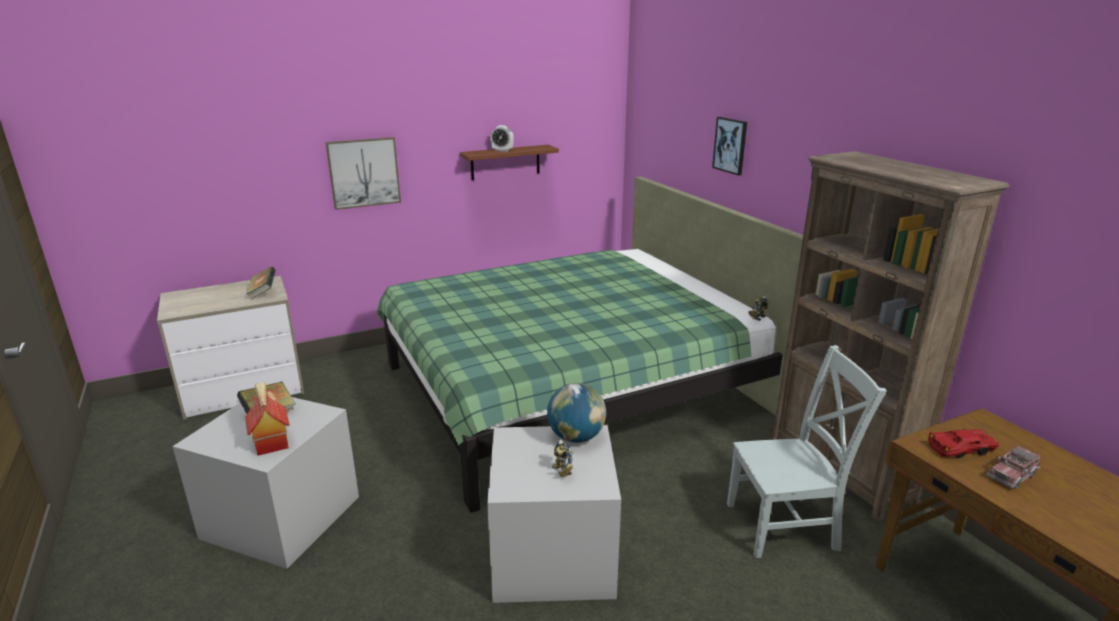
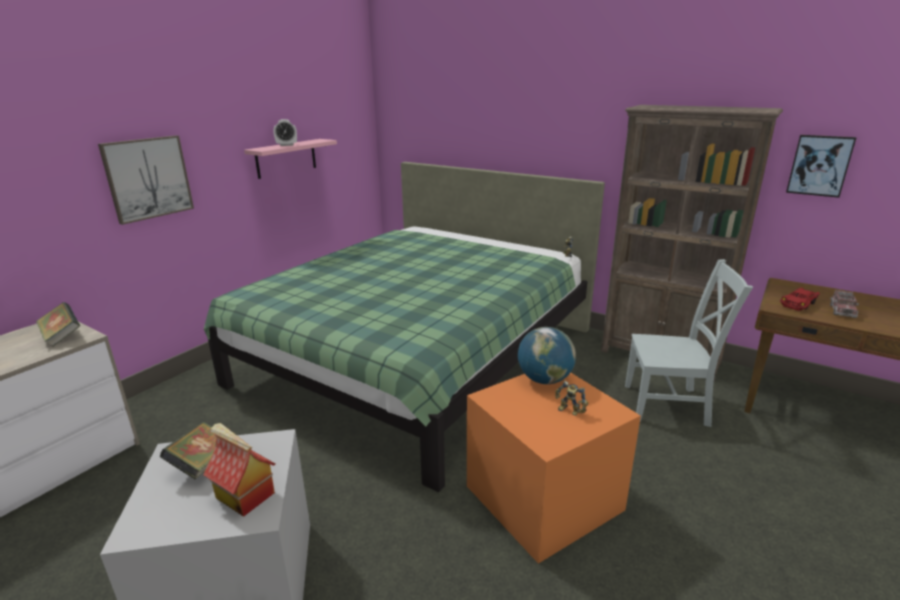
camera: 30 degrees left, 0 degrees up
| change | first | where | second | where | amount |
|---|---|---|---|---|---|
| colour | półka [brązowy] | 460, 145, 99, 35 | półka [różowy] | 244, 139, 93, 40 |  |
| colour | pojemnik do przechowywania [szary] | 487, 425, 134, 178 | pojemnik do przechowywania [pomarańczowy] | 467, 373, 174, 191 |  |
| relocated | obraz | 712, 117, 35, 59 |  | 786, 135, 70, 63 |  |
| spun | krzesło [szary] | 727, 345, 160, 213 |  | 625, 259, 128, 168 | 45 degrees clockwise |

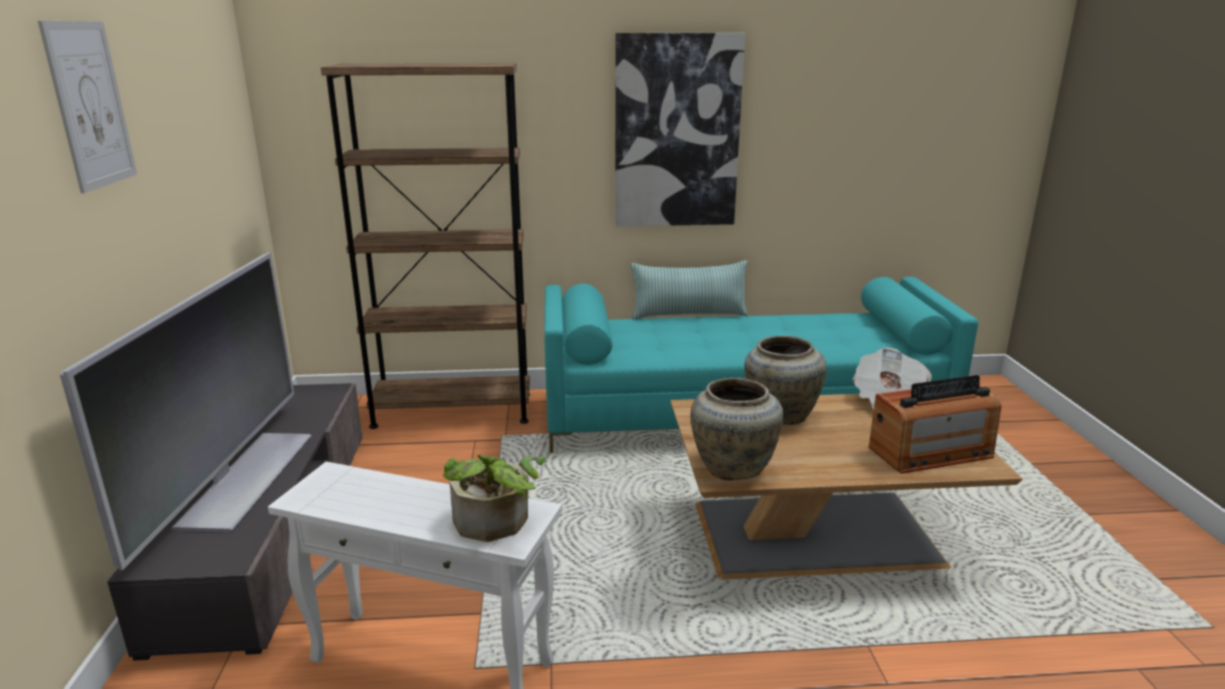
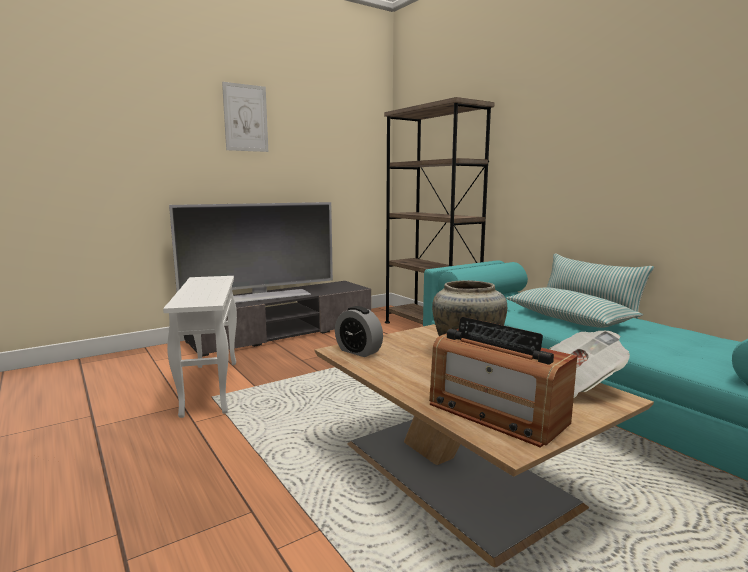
camera: 60 degrees right, 10 degrees down
| change | first | where | second | where | amount |
|---|---|---|---|---|---|
| missing | roślina doniczkowa | 443, 454, 104, 88 |  |  |  |
| missing | obraz | 615, 33, 130, 193 |  |  |  |
| exchanged | wazon [beżowy] | 690, 378, 93, 102 | budzik | 335, 306, 48, 51 |  |
| appeared |  |  | poduszka | 506, 287, 137, 41 |  |

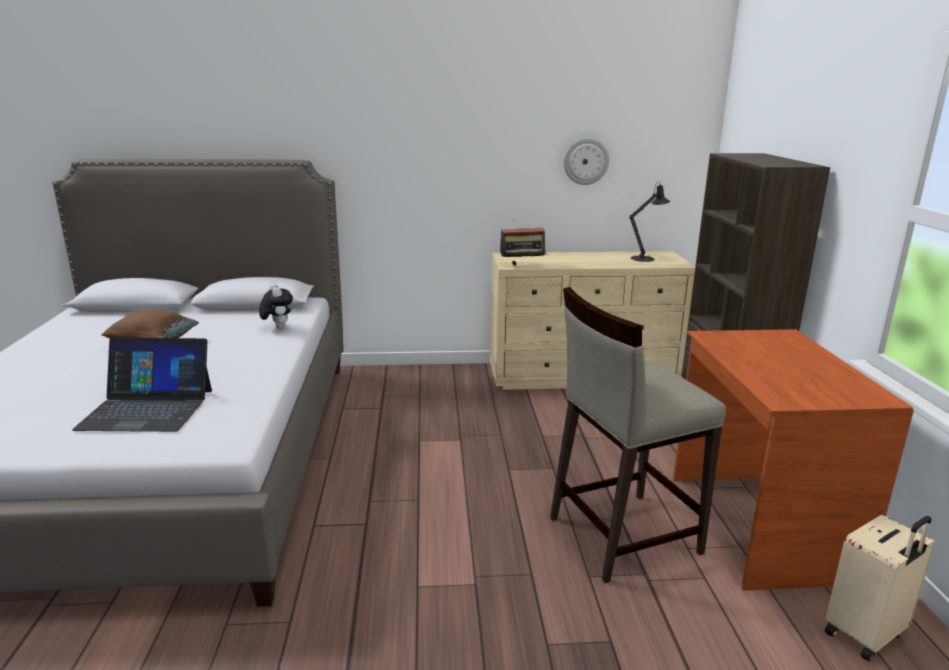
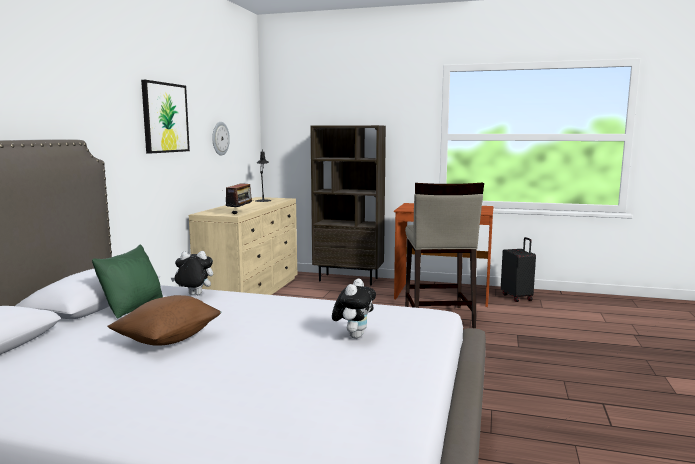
camera: 70 degrees left, 10 degrees down
| change | first | where | second | where | amount |
|---|---|---|---|---|---|
| exchanged | laptop | 72, 338, 140, 94 | pluszak | 332, 279, 44, 59 |  |
| colour | walizka [beżowy] | 825, 515, 110, 146 | walizka [czarny] | 501, 237, 35, 65 |  |
| appeared |  |  | poduszka [zielony] | 92, 244, 71, 74 |  |
| appeared |  |  | obraz | 141, 80, 49, 73 |  |

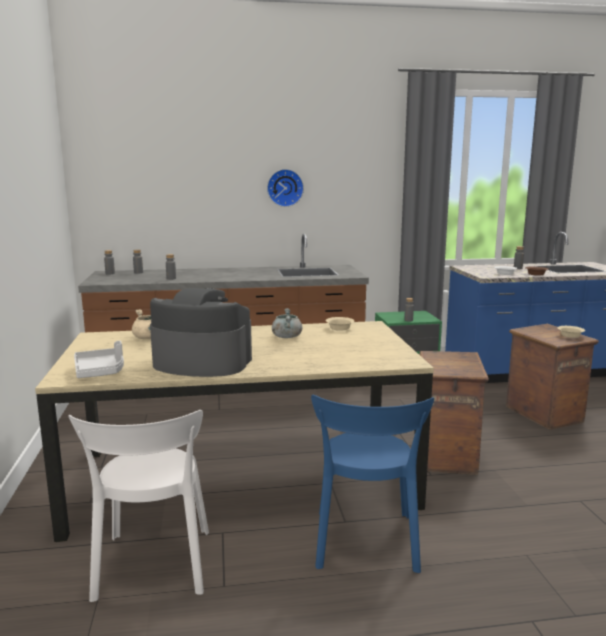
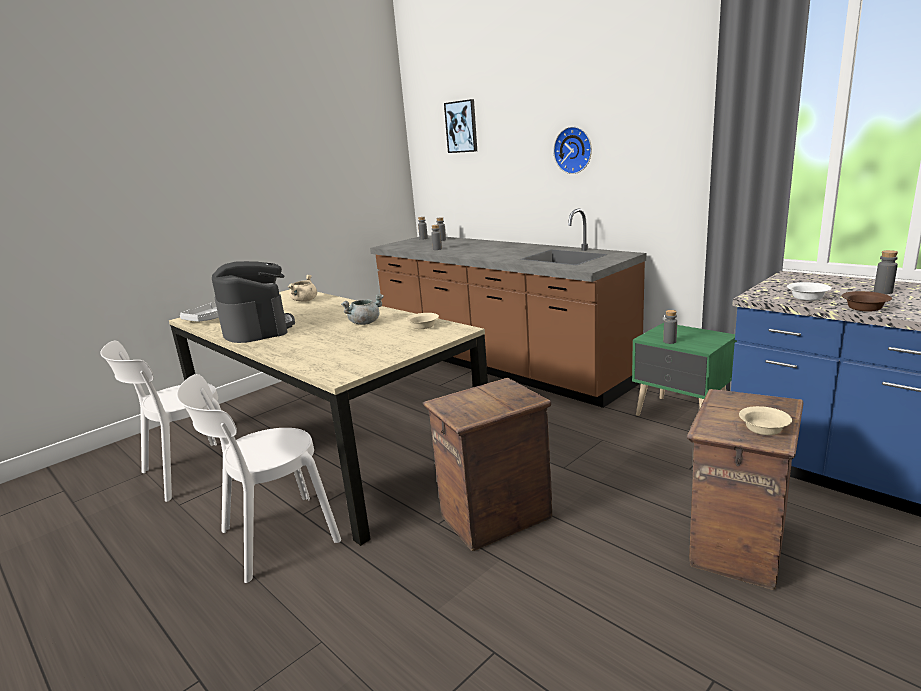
camera: 55 degrees right, 5 degrees up
| change | first | where | second | where | amount |
|---|---|---|---|---|---|
| colour | krzesło [niebieski] | 311, 395, 123, 178 | krzesło [biały] | 177, 374, 164, 209 |  |
| appeared |  |  | obraz | 444, 99, 33, 54 |  |

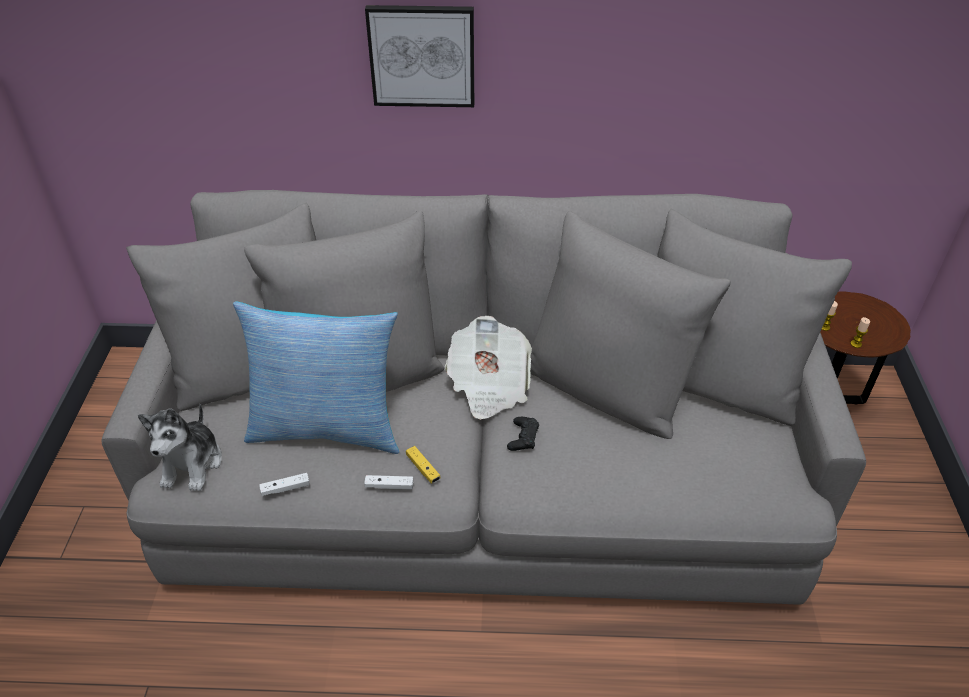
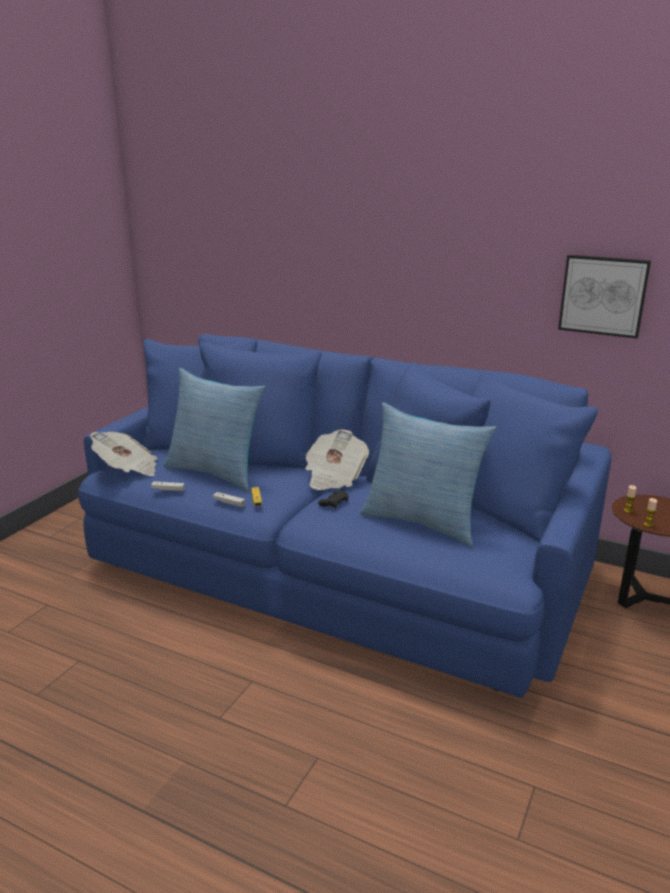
camera: 25 degrees right, 20 degrees down
| change | first | where | second | where | amount |
|---|---|---|---|---|---|
| colour | kanapa [szary] | 102, 190, 764, 415 | kanapa [niebieski] | 78, 334, 533, 364 |  |
| exchanged | pluszak | 138, 404, 84, 87 | gazeta | 90, 432, 67, 44 |  |
| relocated | obraz | 365, 5, 109, 102 |  | 558, 255, 93, 84 |  |
| appeared |  |  | poduszka | 360, 402, 137, 145 |  |

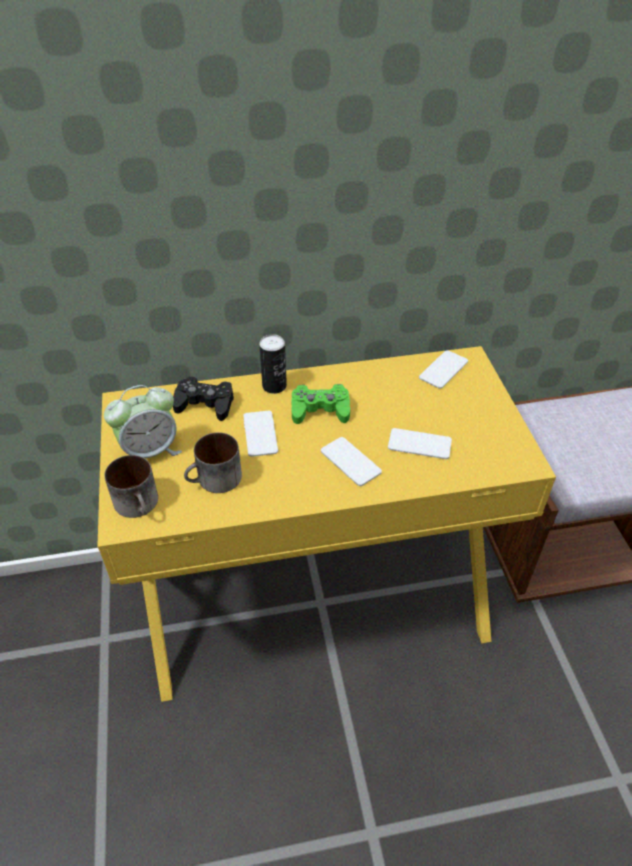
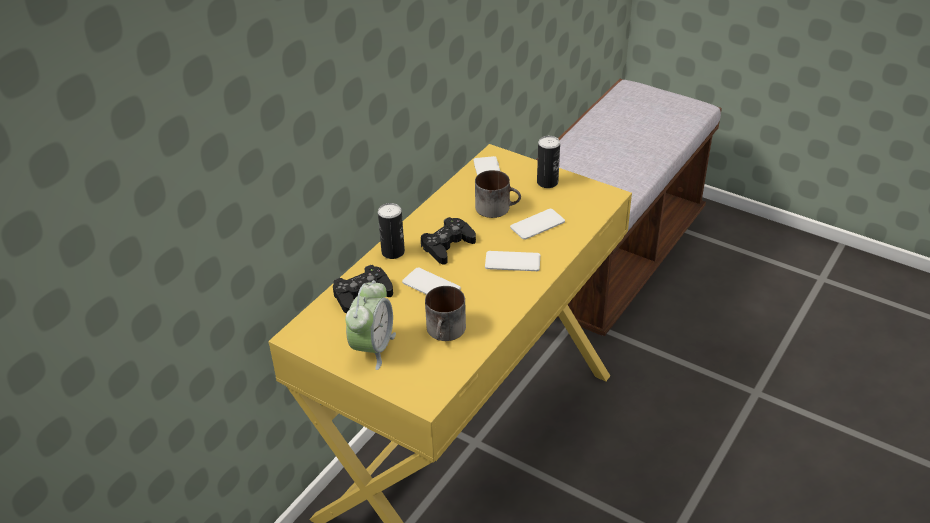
camera: 45 degrees left, 5 degrees down
| change | first | where | second | where | amount |
|---|---|---|---|---|---|
| relocated | kubek | 104, 455, 54, 63 |  | 475, 170, 46, 48 |  |
| colour | pad do gier [zielony] | 292, 384, 58, 40 | pad do gier [czarny] | 421, 217, 55, 48 |  |
| appeared |  |  | puszka | 537, 136, 23, 52 |  |

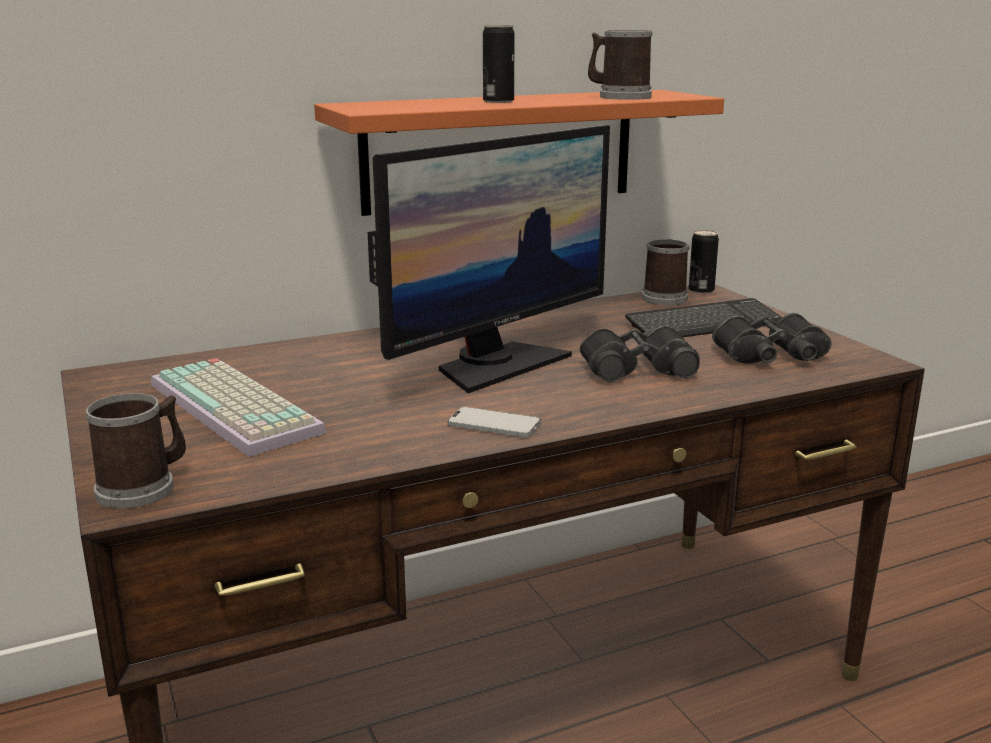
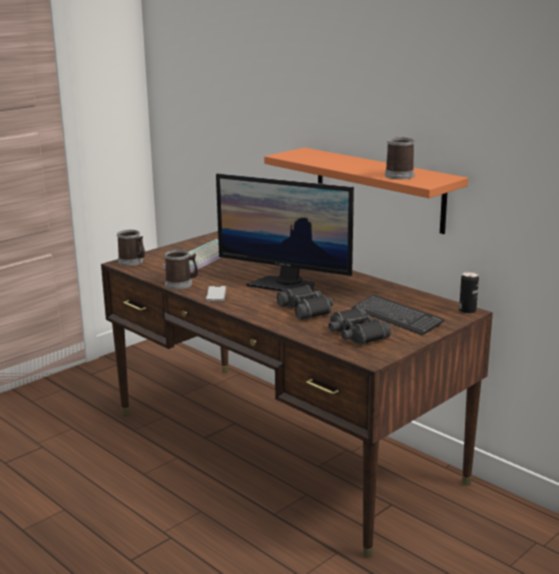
camera: 70 degrees right, 0 degrees up
| change | first | where | second | where | amount |
|---|---|---|---|---|---|
| missing | puszka | 483, 25, 32, 78 |  |  |  |
| relocated | kubek | 642, 239, 48, 66 |  | 164, 250, 34, 40 |  |

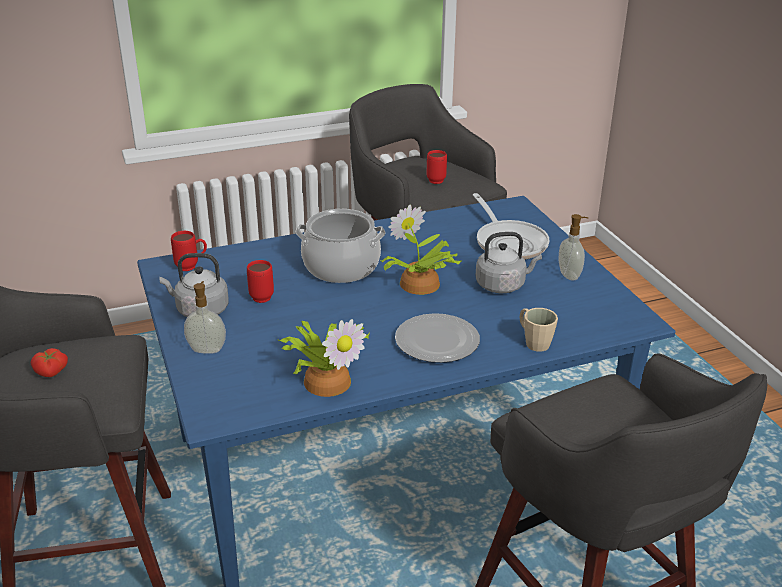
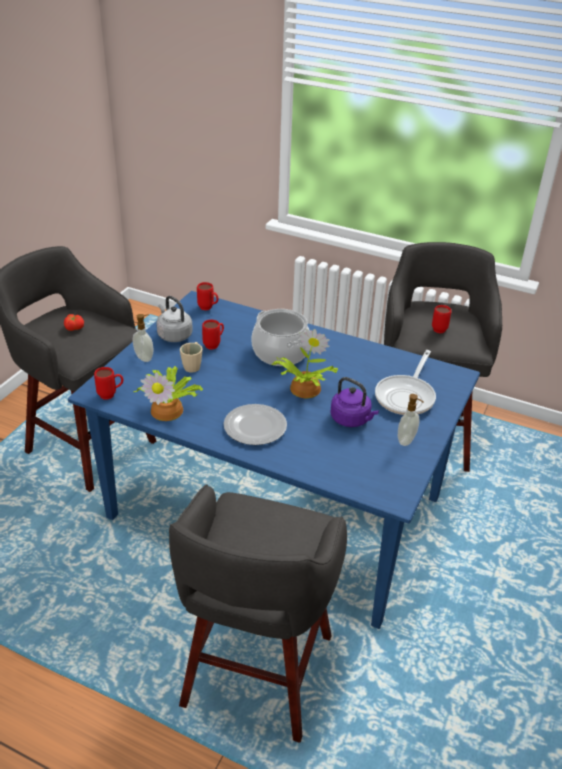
camera: 45 degrees right, 5 degrees up
| change | first | where | second | where | amount |
|---|---|---|---|---|---|
| colour | czajnik [szary] | 475, 232, 67, 61 | czajnik [fioletowy] | 330, 377, 49, 50 |  |
| relocated | kubek [beżowy] | 520, 308, 38, 44 |  | 180, 342, 23, 31 |  |
| appeared |  |  | kubek [czerwony] | 94, 367, 29, 33 |  |

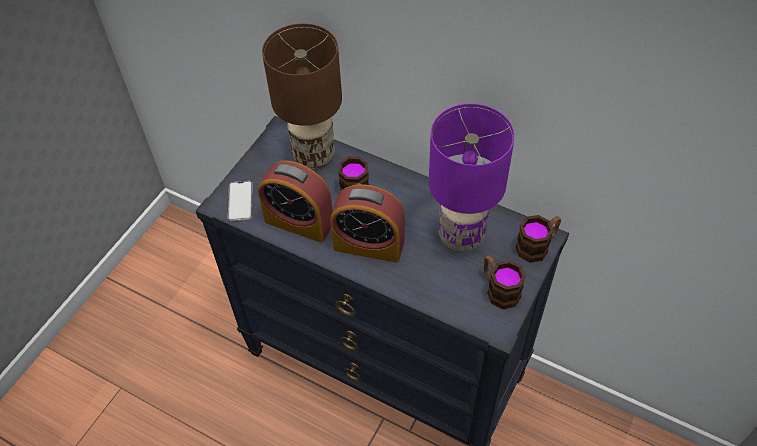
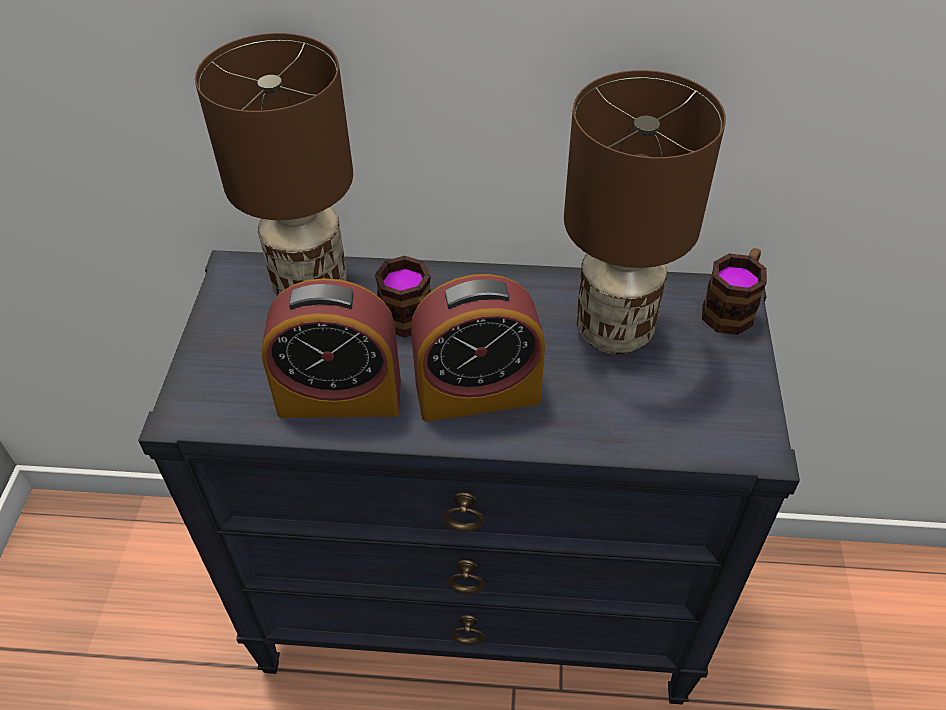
camera: 25 degrees left, 5 degrees down
| change | first | where | second | where | amount |
|---|---|---|---|---|---|
| missing | telefon | 228, 181, 25, 40 |  |  |  |
| colour | lampa stołowa [fioletowy] | 429, 103, 86, 148 | lampa stołowa [brązowy] | 564, 70, 162, 285 |  |
| missing | kubek | 484, 255, 42, 54 |  |  |  |

